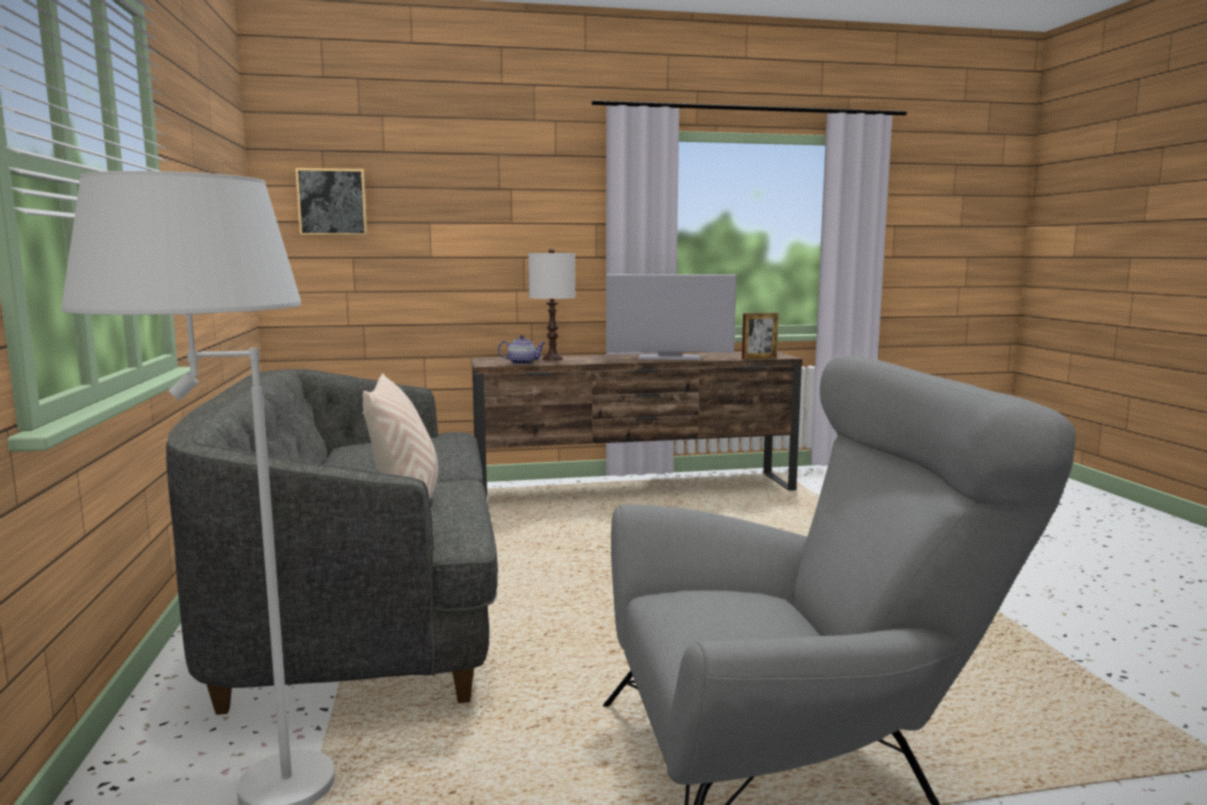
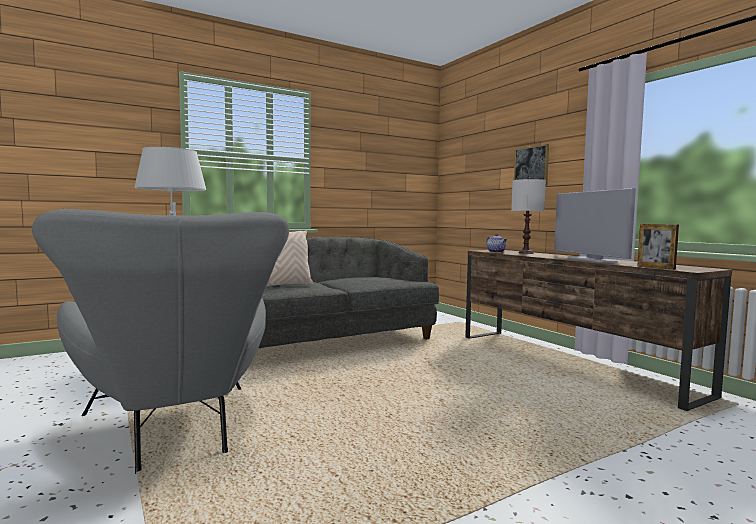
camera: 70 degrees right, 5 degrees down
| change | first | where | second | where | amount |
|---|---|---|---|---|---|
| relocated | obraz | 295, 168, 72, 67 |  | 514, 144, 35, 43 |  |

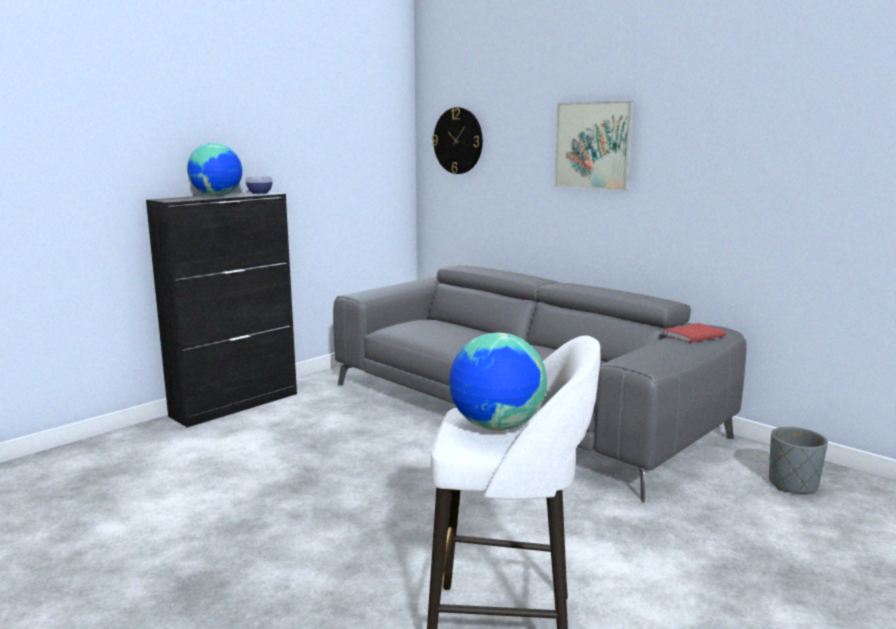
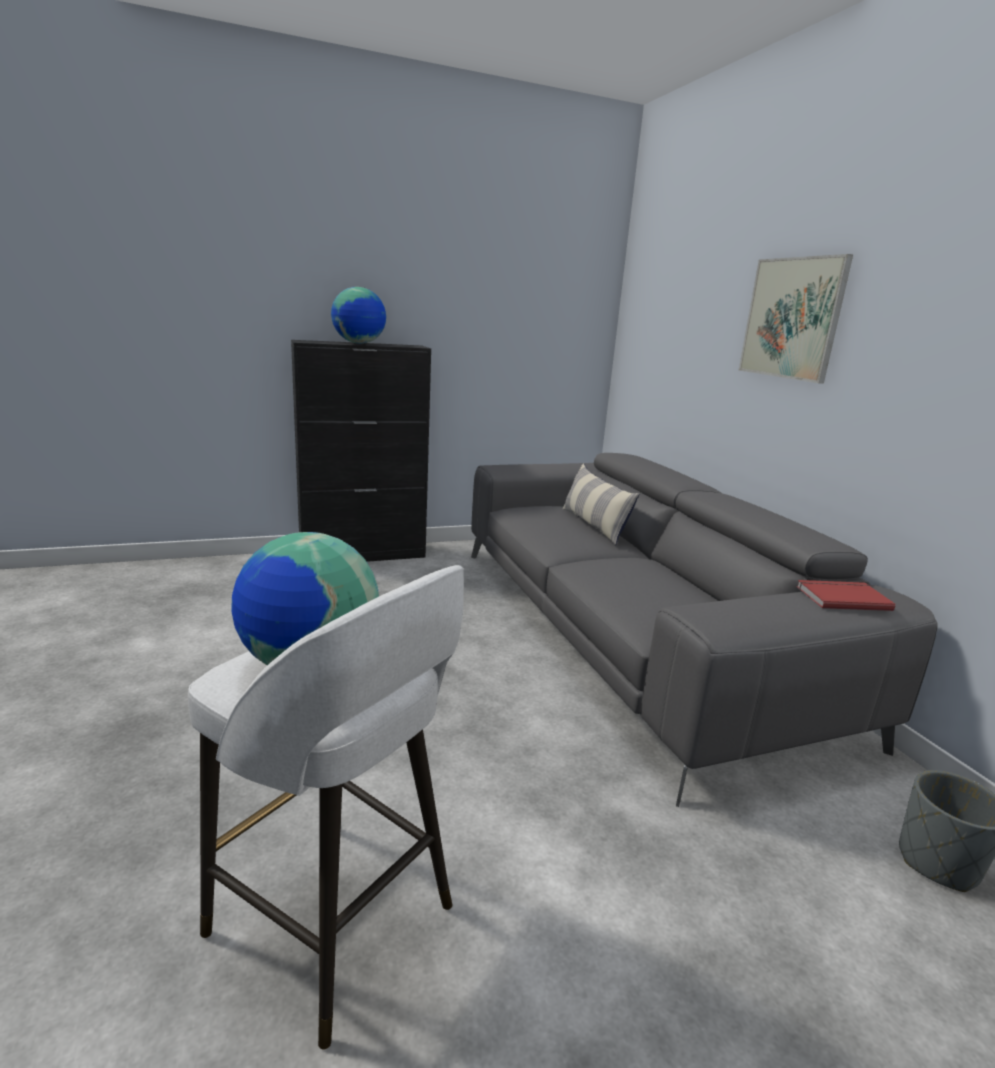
camera: 25 degrees right, 5 degrees up
| change | first | where | second | where | amount |
|---|---|---|---|---|---|
| missing | miska | 245, 176, 28, 18 |  |  |  |
| missing | zegar ścienny | 432, 107, 51, 67 |  |  |  |
| appeared |  |  | poduszka | 562, 464, 77, 81 |  |

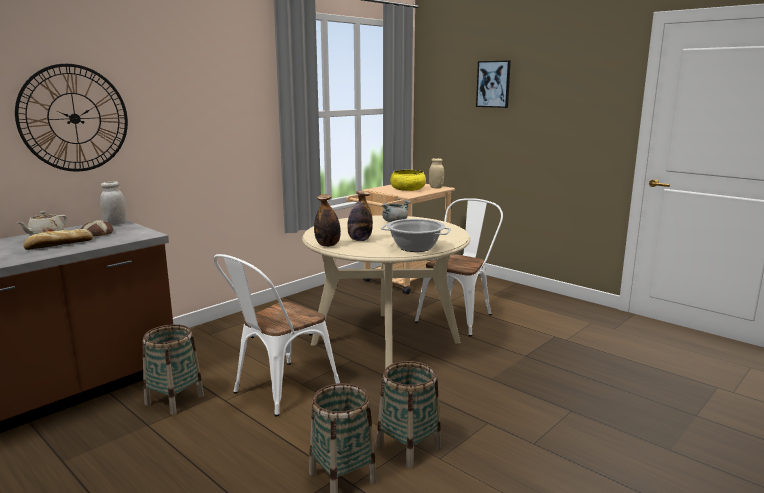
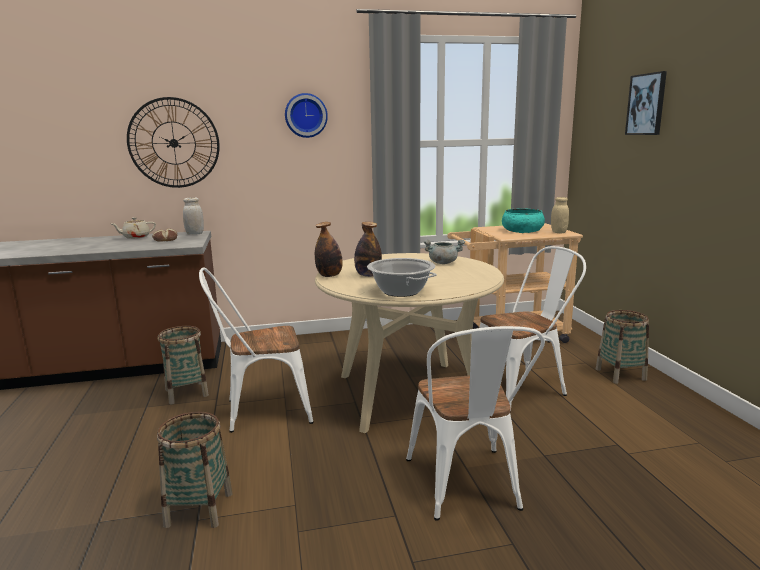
camera: 35 degrees right, 0 degrees up
| change | first | where | second | where | amount |
|---|---|---|---|---|---|
| missing | chleb | 24, 229, 69, 21 |  |  |  |
| relocated | koszyk | 376, 361, 65, 108 |  | 596, 310, 53, 74 |  |
| colour | miska [żółty] | 390, 170, 36, 21 | miska [turkusowy] | 502, 209, 43, 24 |  |
| appeared |  |  | zegar ścienny | 285, 93, 43, 45 |  |
| appeared |  |  | krzesło [biały] | 406, 326, 139, 195 |  |

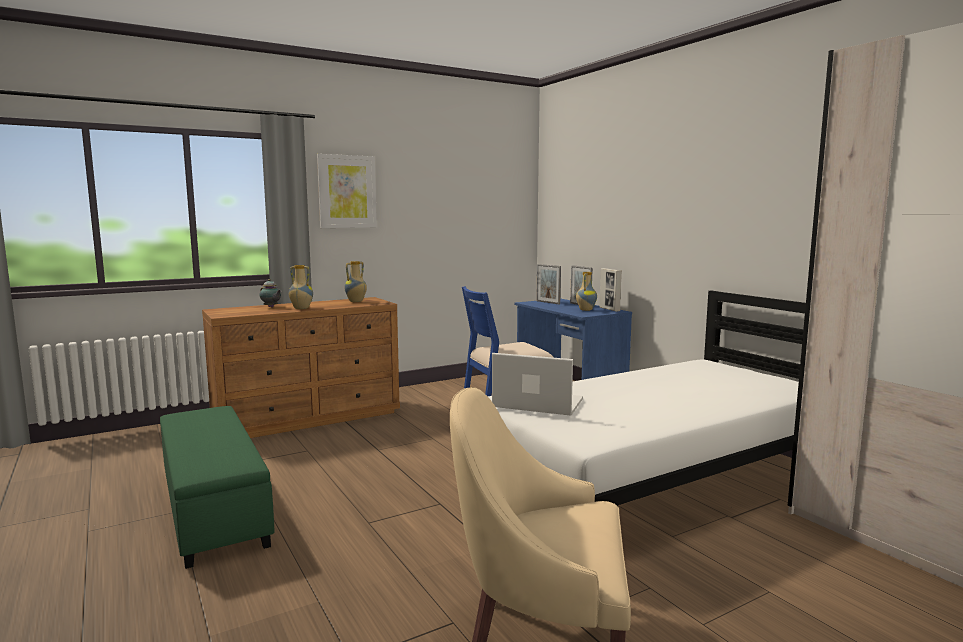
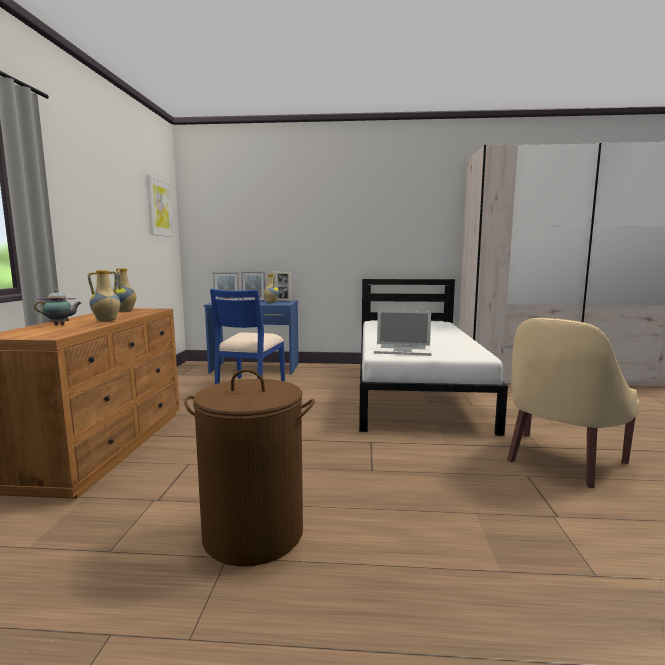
camera: 55 degrees left, 0 degrees up
| change | first | where | second | where | amount |
|---|---|---|---|---|---|
| exchanged | pufa [zielony] | 160, 406, 115, 163 | kosz na pranie [brązowy] | 184, 369, 131, 198 |  |
| relocated | obraz | 317, 154, 60, 74 |  | 146, 174, 27, 63 |  |
| spun | laptop | 492, 353, 91, 63 |  | 374, 310, 58, 46 | 135 degrees counterclockwise |

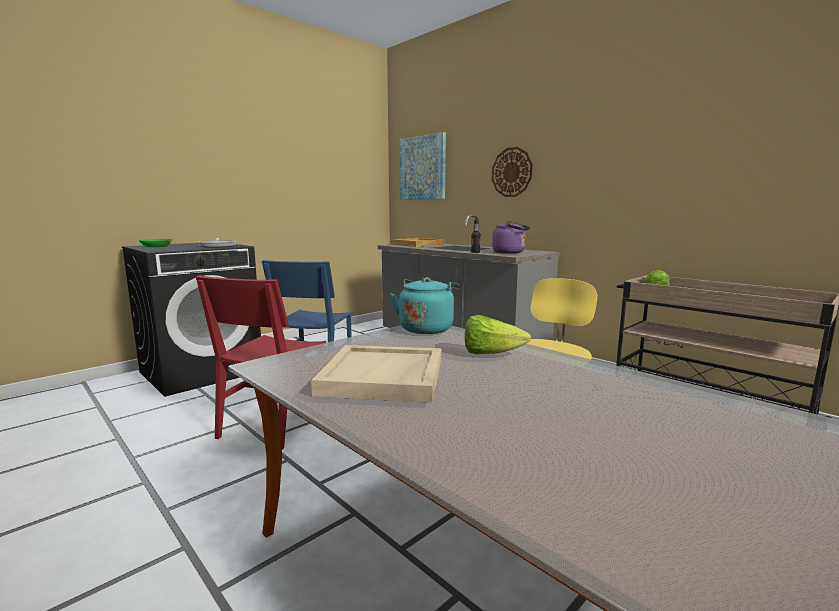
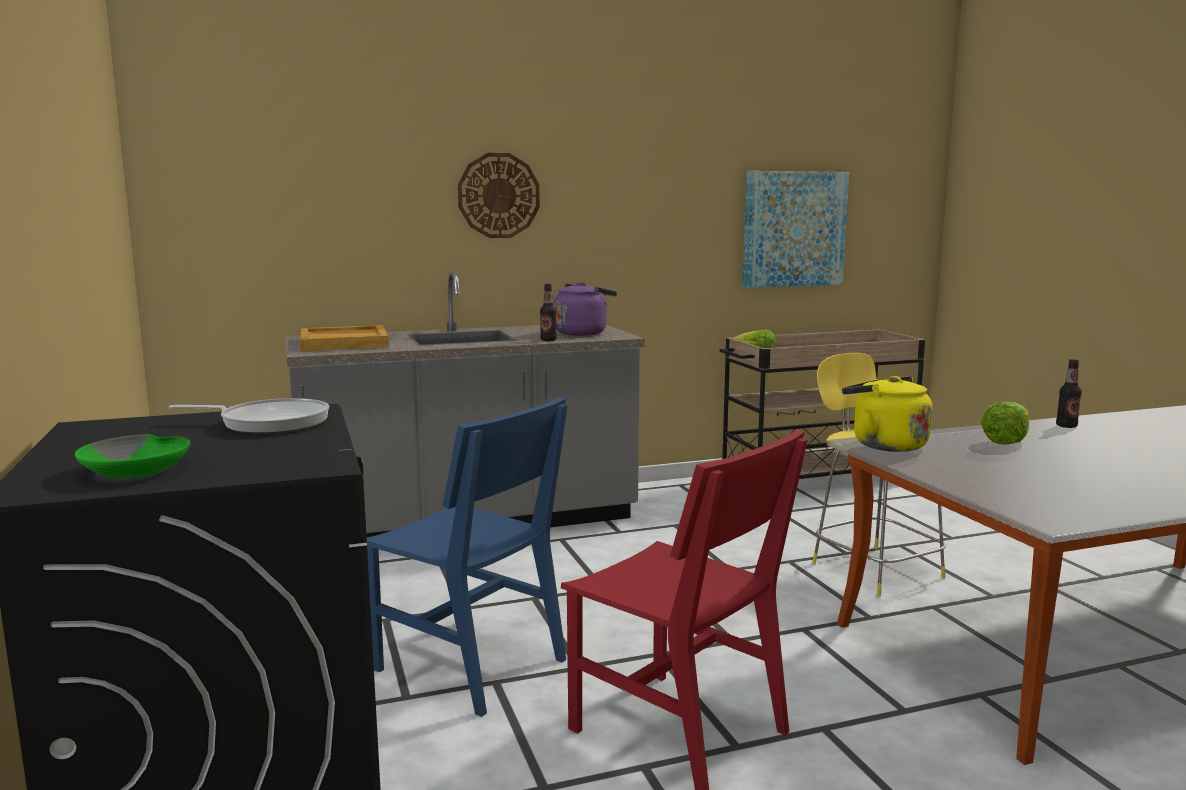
camera: 65 degrees left, 0 degrees up
| change | first | where | second | where | amount |
|---|---|---|---|---|---|
| missing | taca [beżowy] | 311, 345, 131, 58 |  |  |  |
| colour | czajnik [turkusowy] | 390, 277, 70, 57 | czajnik [żółty] | 842, 376, 90, 76 |  |
| relocated | obraz | 400, 132, 46, 68 |  | 743, 171, 106, 117 |  |
| appeared |  |  | butelka | 1056, 359, 26, 69 |  |

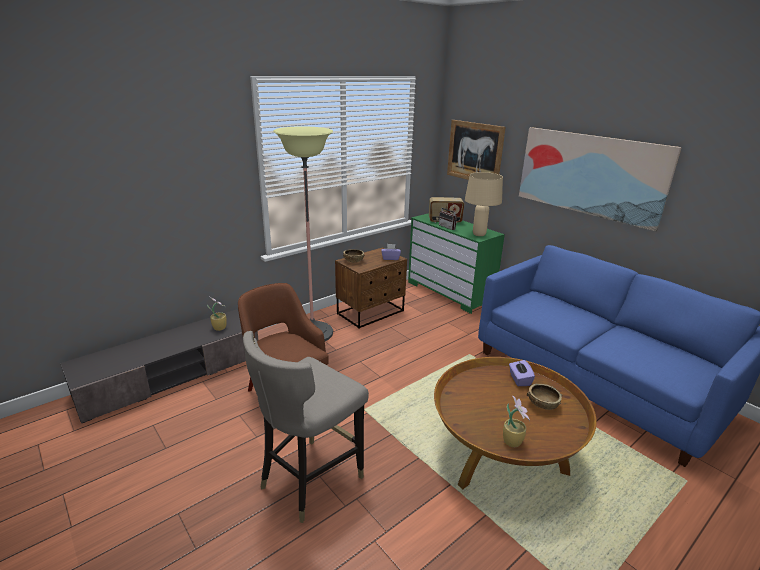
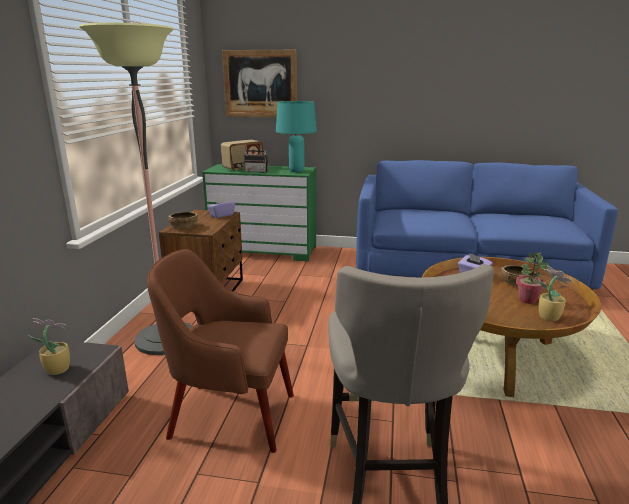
camera: 40 degrees left, 5 degrees down
| change | first | where | second | where | amount |
|---|---|---|---|---|---|
| colour | lampa stołowa [beżowy] | 465, 172, 38, 64 | lampa stołowa [turkusowy] | 276, 101, 41, 71 |  |
| missing | obraz | 519, 127, 163, 104 |  |  |  |
| appeared |  |  | roślina doniczkowa | 516, 252, 33, 52 |  |

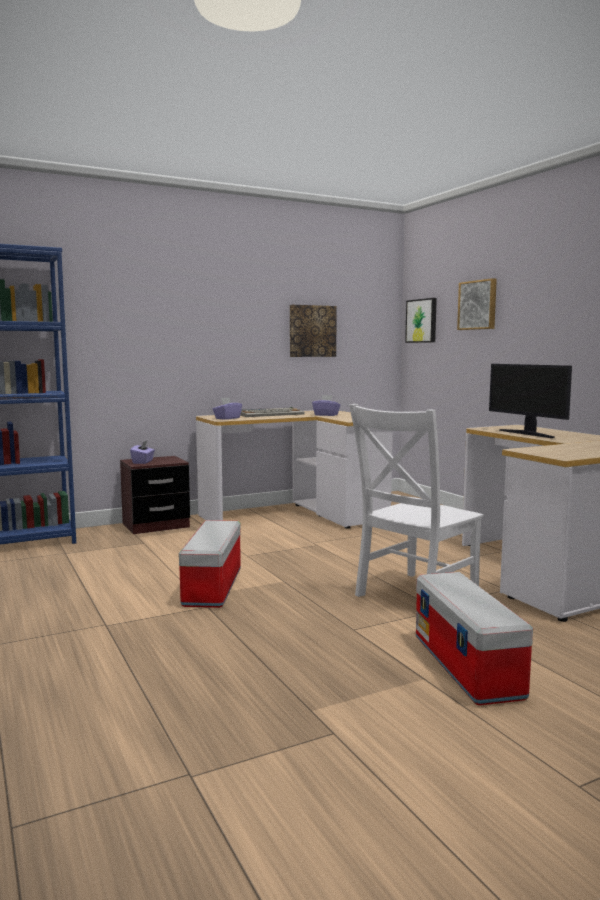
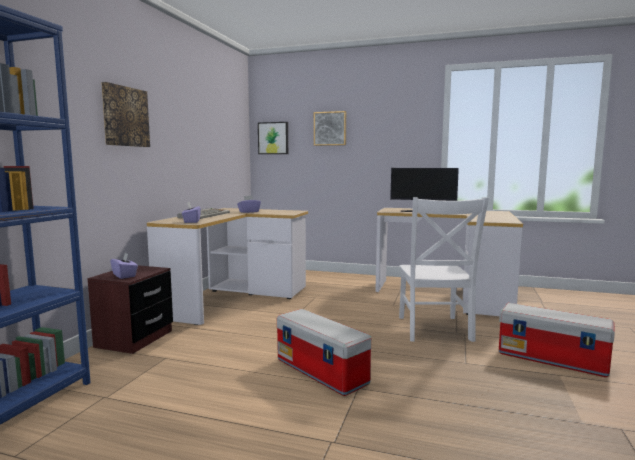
camera: 45 degrees left, 0 degrees up
| change | first | where | second | where | amount |
|---|---|---|---|---|---|
| relocated | obraz | 290, 305, 47, 52 |  | 101, 82, 49, 65 |  |

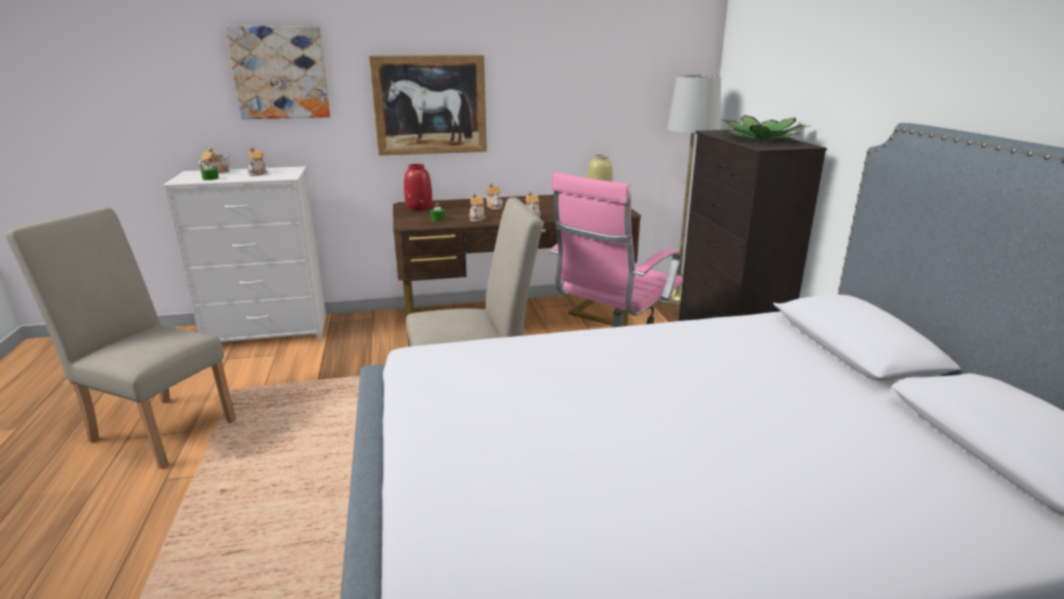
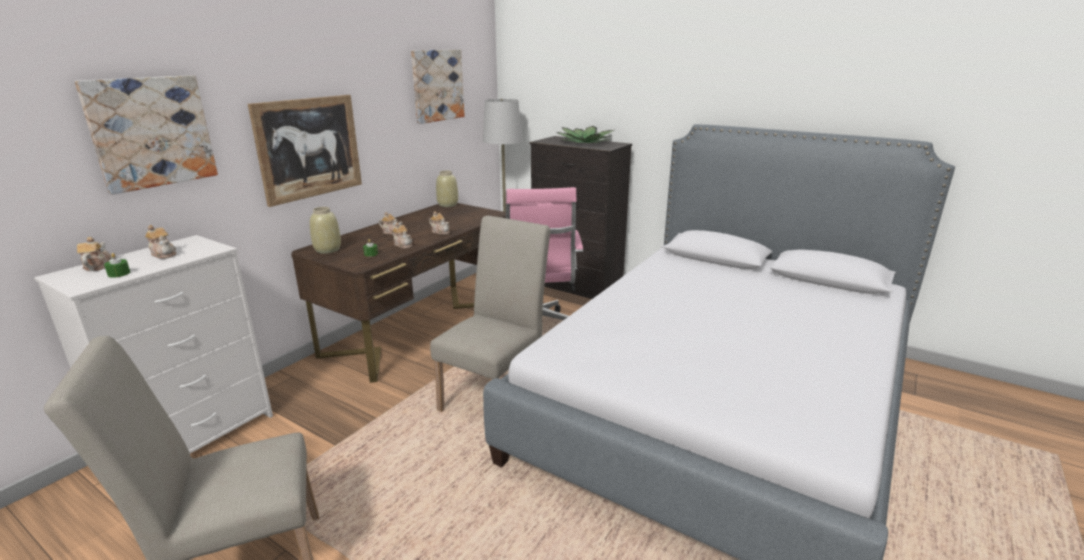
camera: 45 degrees left, 0 degrees up
| change | first | where | second | where | amount |
|---|---|---|---|---|---|
| colour | wazon [czerwony] | 404, 164, 28, 46 | wazon [beżowy] | 310, 207, 31, 47 |  |
| appeared |  |  | obraz | 411, 50, 54, 74 |  |

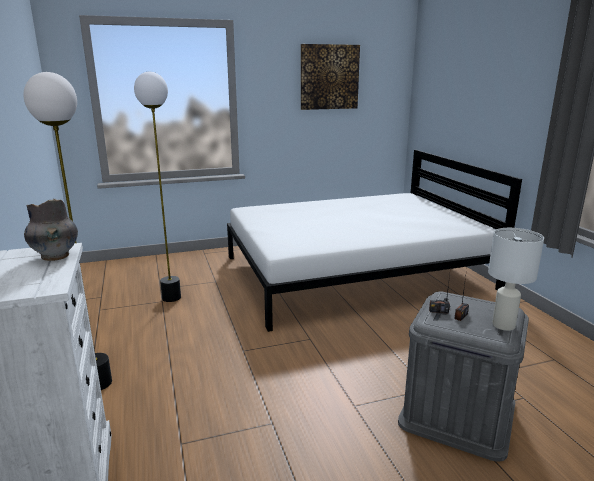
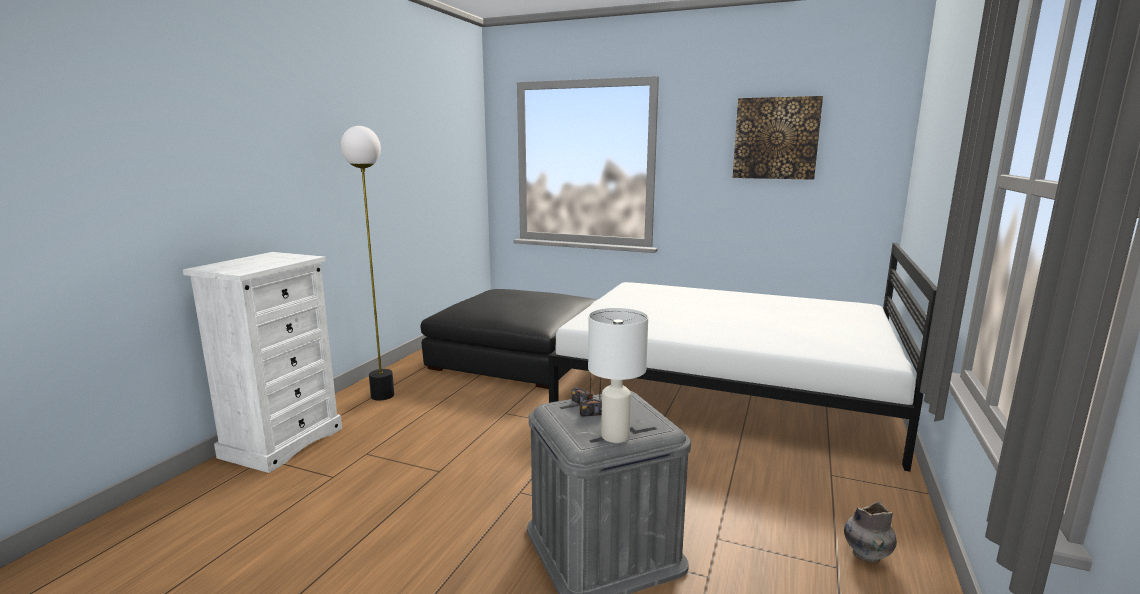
camera: 40 degrees right, 5 degrees down
| change | first | where | second | where | amount |
|---|---|---|---|---|---|
| relocated | wazon [szary] | 24, 199, 54, 62 |  | 844, 501, 53, 63 |  |
| exchanged | lampa stojąca | 134, 72, 47, 230 | pufa [czarny] | 421, 289, 175, 100 |  |

